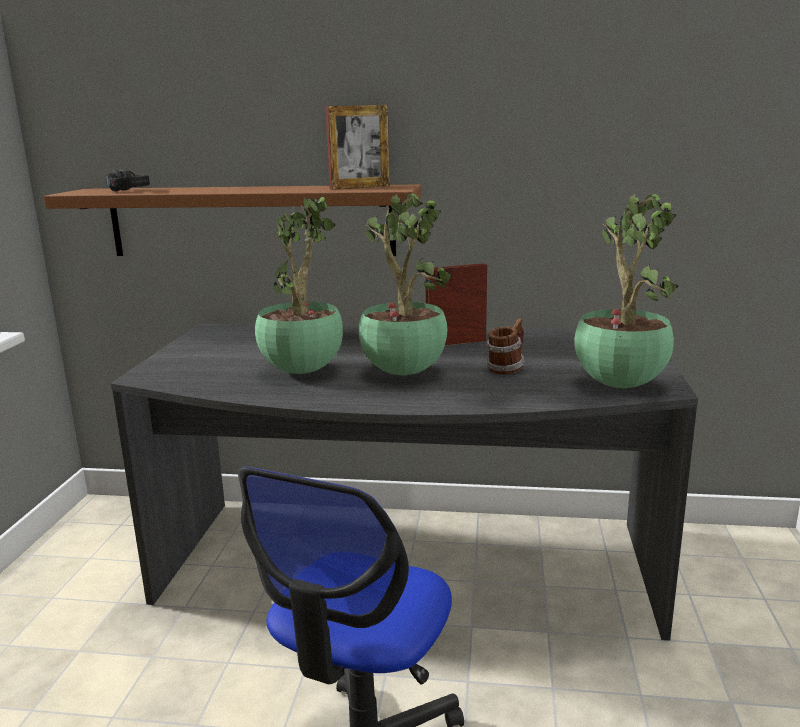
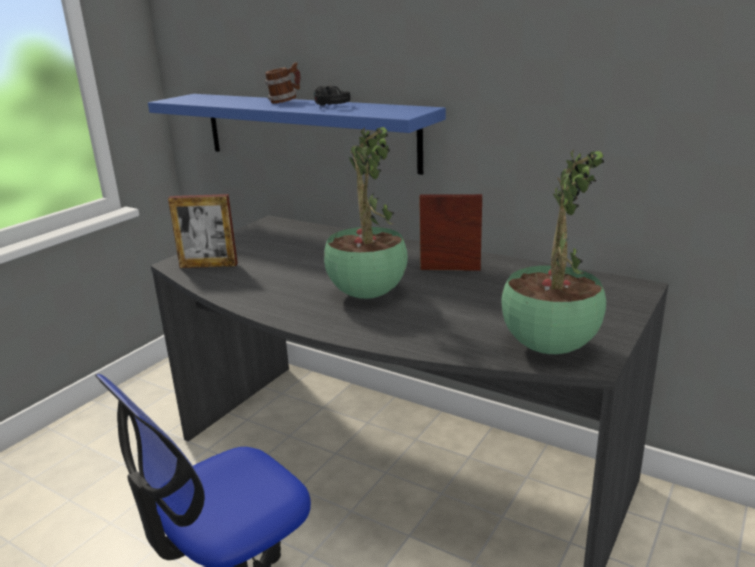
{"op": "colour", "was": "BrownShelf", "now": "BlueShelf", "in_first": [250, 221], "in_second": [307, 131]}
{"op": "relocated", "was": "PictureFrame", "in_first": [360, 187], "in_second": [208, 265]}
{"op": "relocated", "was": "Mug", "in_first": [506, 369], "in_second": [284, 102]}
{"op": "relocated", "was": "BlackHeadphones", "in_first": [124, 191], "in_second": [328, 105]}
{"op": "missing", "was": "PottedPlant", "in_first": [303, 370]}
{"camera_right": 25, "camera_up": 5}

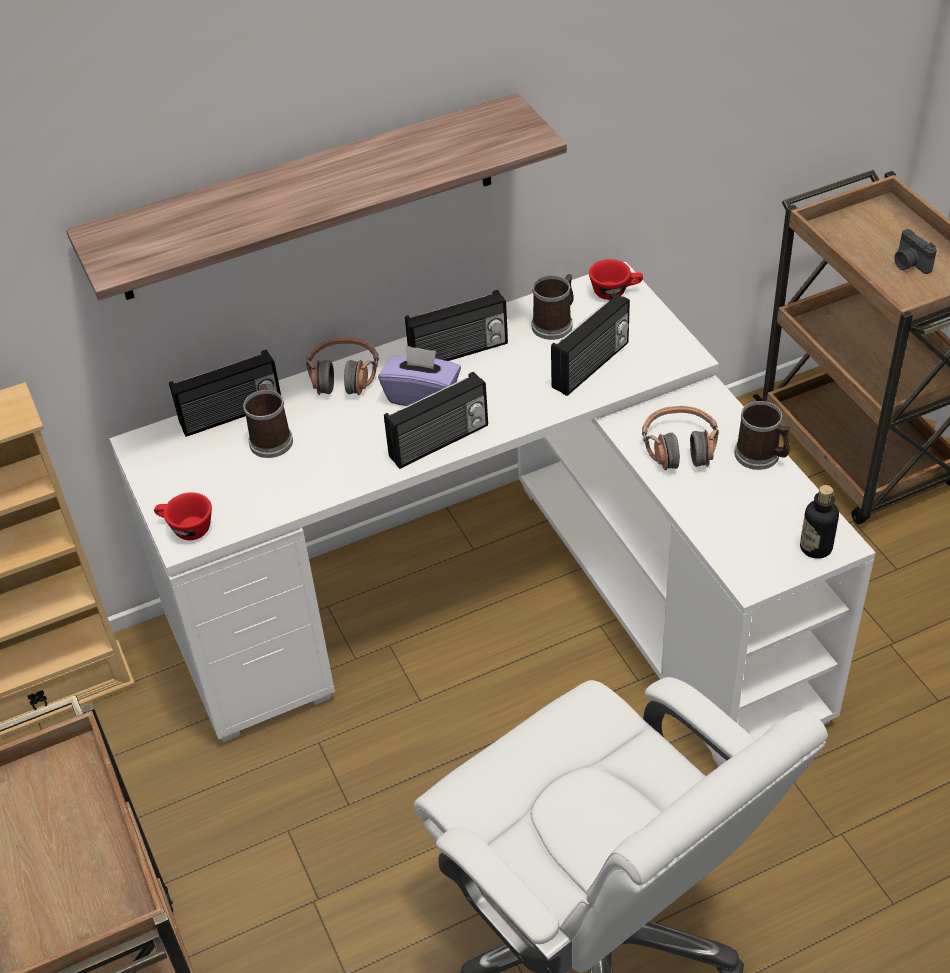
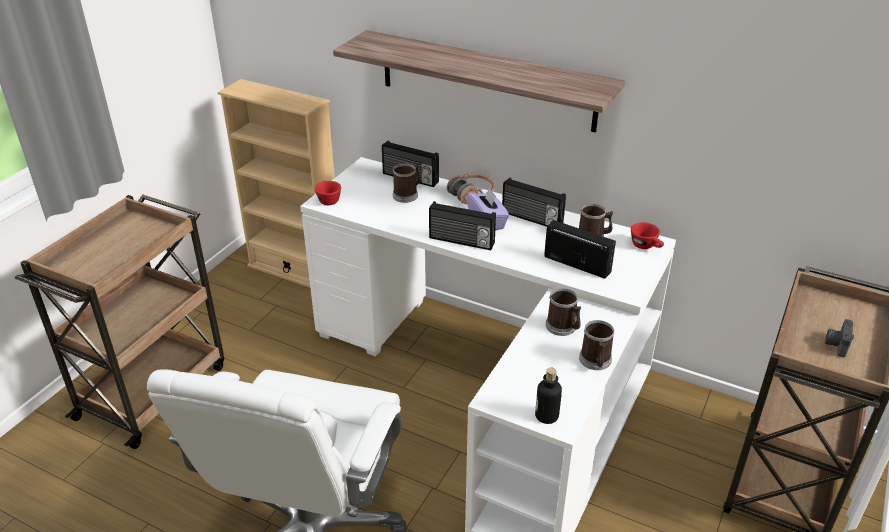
{"op": "spun", "was": "Radio", "in_first": [592, 366], "in_second": [577, 264], "clockwise": -150}
{"op": "exchanged", "was": "Headphones", "now": "Mug", "in_first": [680, 448], "in_second": [563, 327]}
{"camera_right": 50, "camera_up": -10}

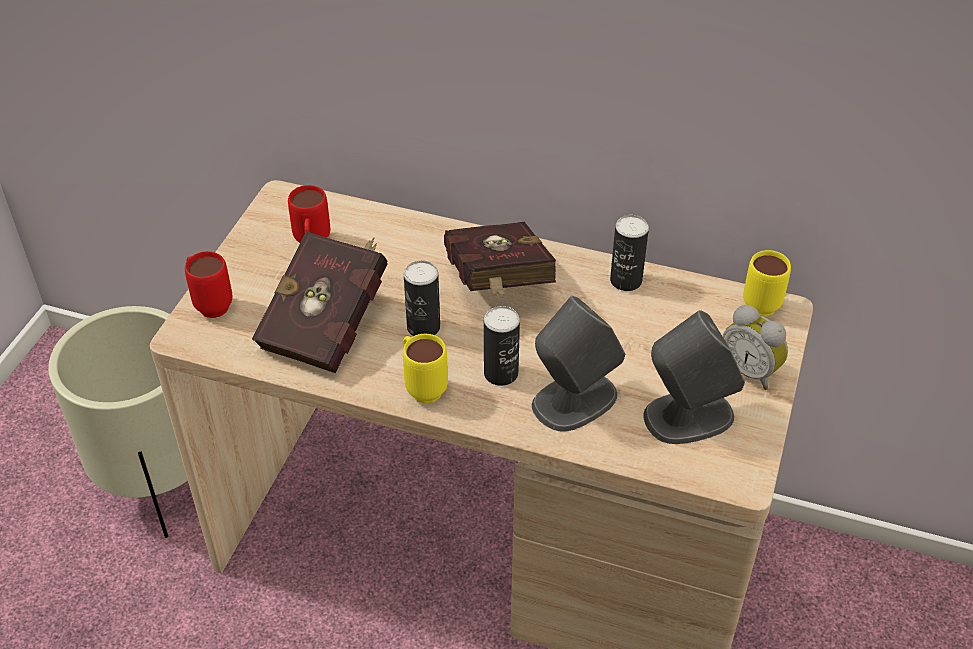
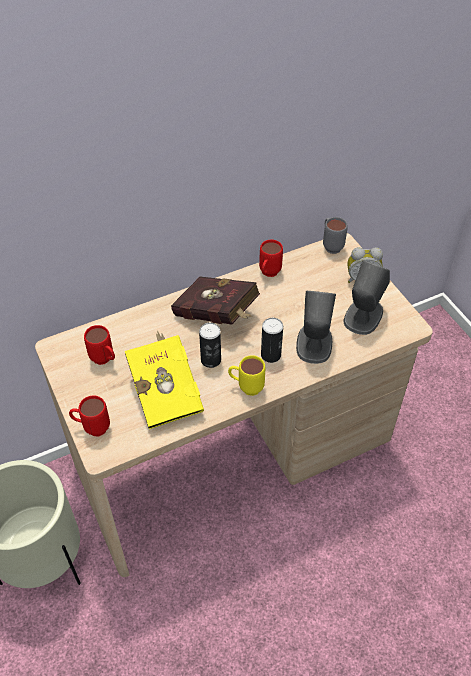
{"op": "colour", "was": "RedBook", "now": "YellowBook", "in_first": [329, 323], "in_second": [165, 391]}
{"op": "exchanged", "was": "Can", "now": "RedMug", "in_first": [626, 280], "in_second": [268, 274]}
{"op": "colour", "was": "YellowMug", "now": "GreyMug", "in_first": [763, 302], "in_second": [331, 245]}
{"camera_right": -45, "camera_up": 5}

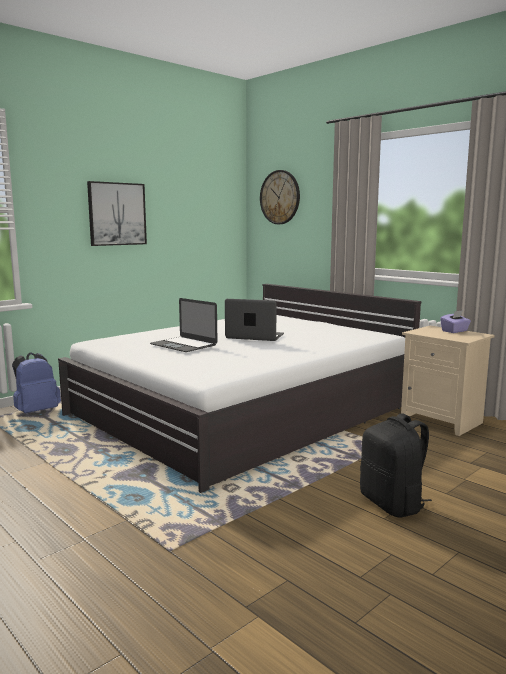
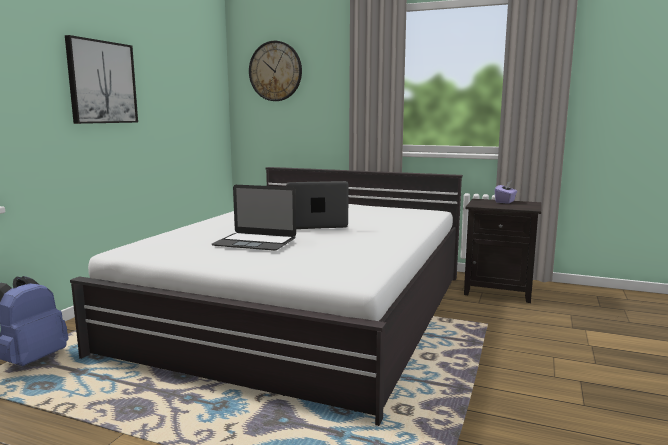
{"op": "colour", "was": "BeigeNightstand", "now": "BlackNightstand", "in_first": [443, 421], "in_second": [499, 290]}
{"op": "missing", "was": "BlackBackpack", "in_first": [393, 504]}
{"camera_right": -25, "camera_up": 0}

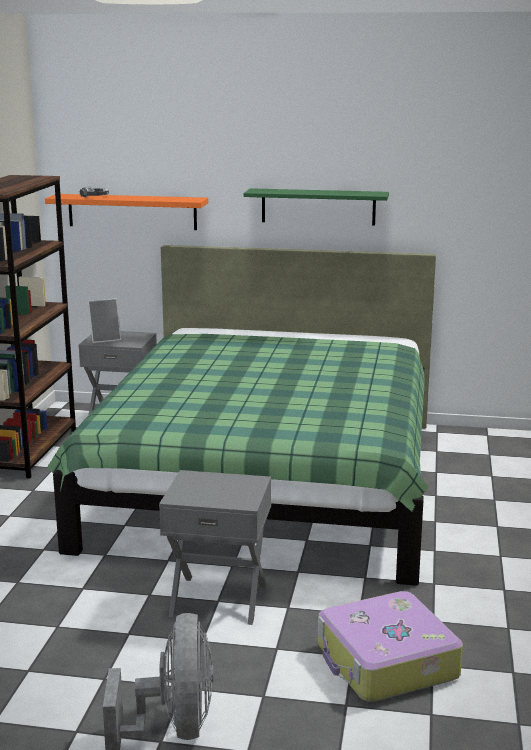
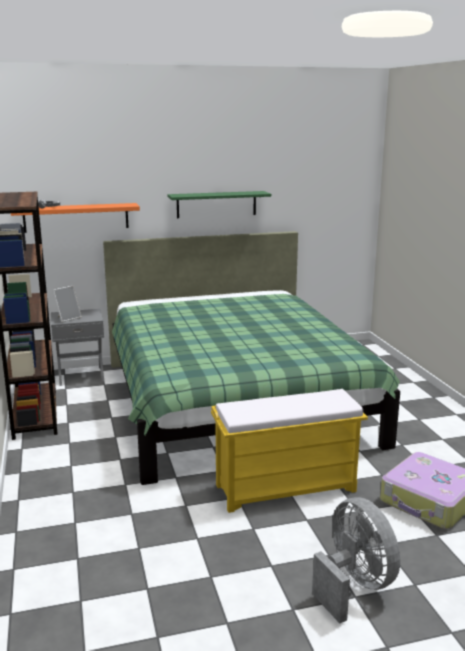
{"op": "exchanged", "was": "GreyNightstand", "now": "YellowBench", "in_first": [219, 598], "in_second": [286, 488]}
{"camera_right": -25, "camera_up": 0}

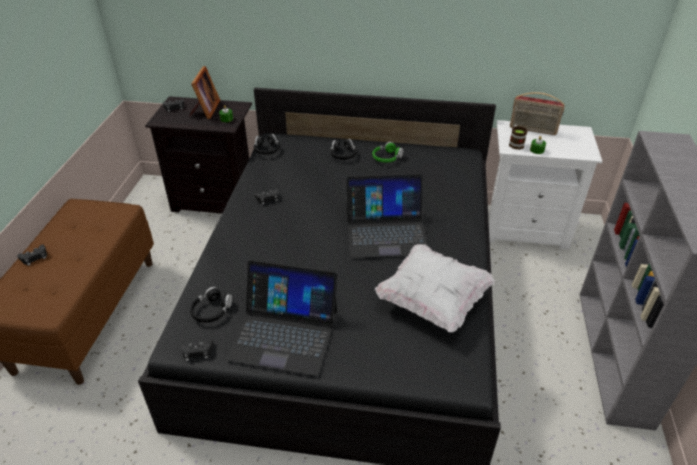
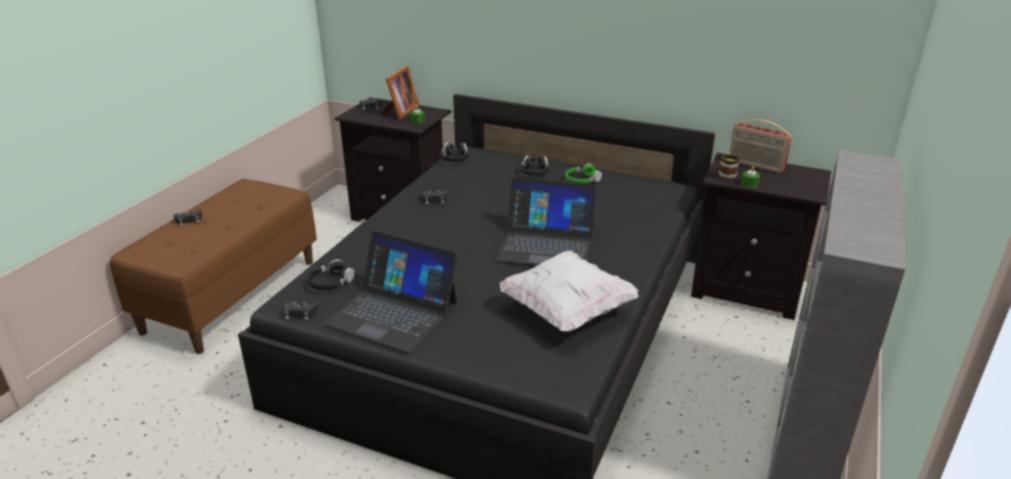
{"op": "colour", "was": "WhiteNightstand", "now": "BlackNightstand", "in_first": [525, 228], "in_second": [747, 290]}
{"camera_right": 15, "camera_up": -10}

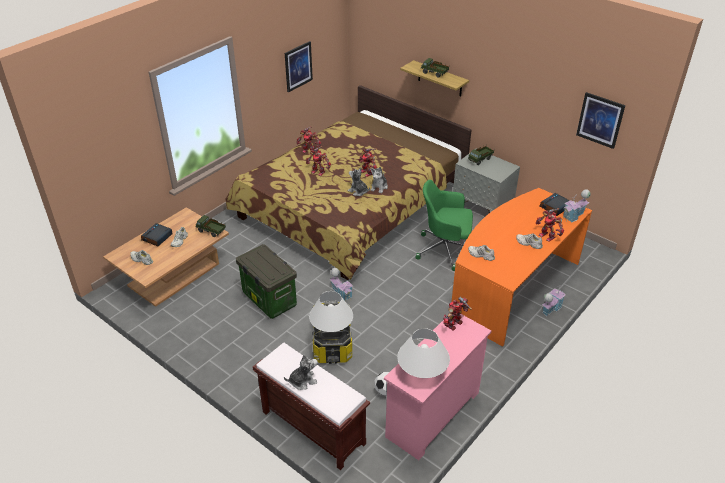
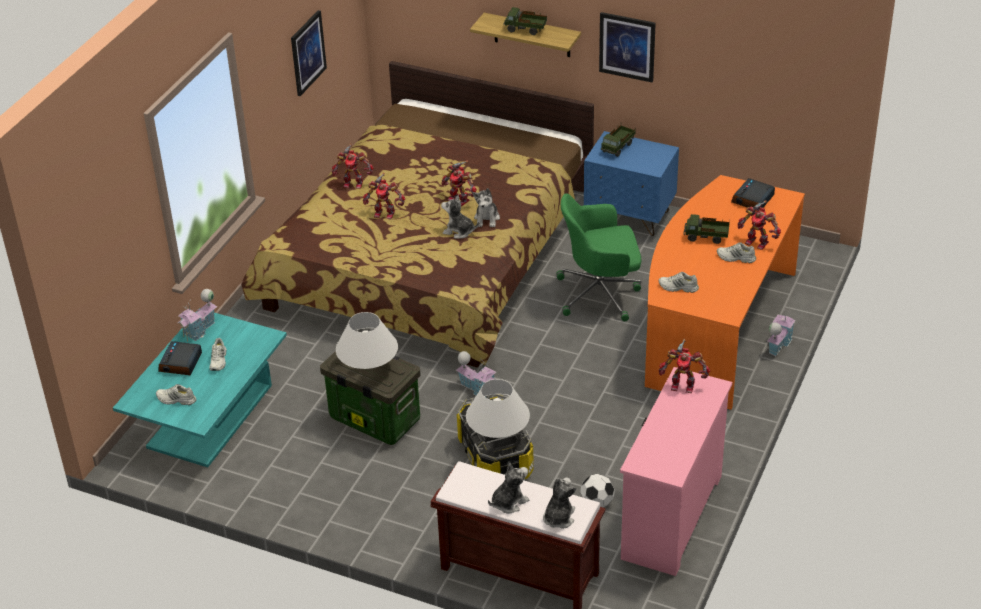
{"op": "colour", "was": "BrownCoffeeTable", "now": "TurquoiseCoffeeTable", "in_first": [174, 275], "in_second": [210, 416]}
{"op": "relocated", "was": "ToyHouse", "in_first": [574, 216], "in_second": [200, 329]}
{"op": "relocated", "was": "WhiteTableLamp", "in_first": [422, 372], "in_second": [368, 367]}
{"op": "appeared", "now": "PlushToy", "in_second": [558, 517]}
{"op": "colour", "was": "GreyNightstand", "now": "BlueNightstand", "in_first": [482, 206], "in_second": [630, 217]}
{"op": "relocated", "was": "Picture", "in_first": [600, 120], "in_second": [627, 46]}
{"op": "spun", "was": "ToyRobot", "in_first": [454, 324], "in_second": [682, 385], "clockwise": -105}
{"op": "relocated", "was": "ToyTruck", "in_first": [211, 231], "in_second": [706, 237]}
{"camera_right": -15, "camera_up": 0}

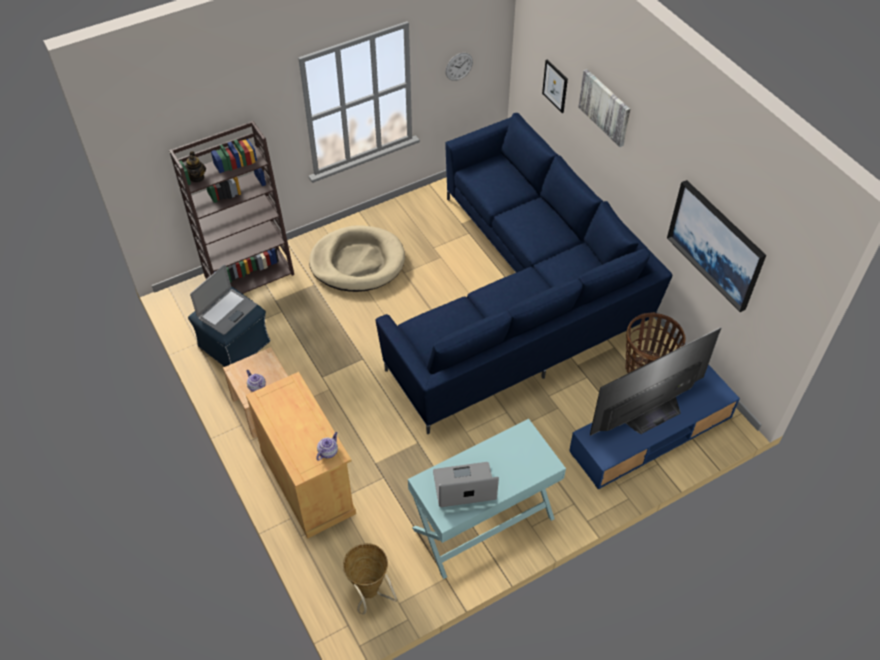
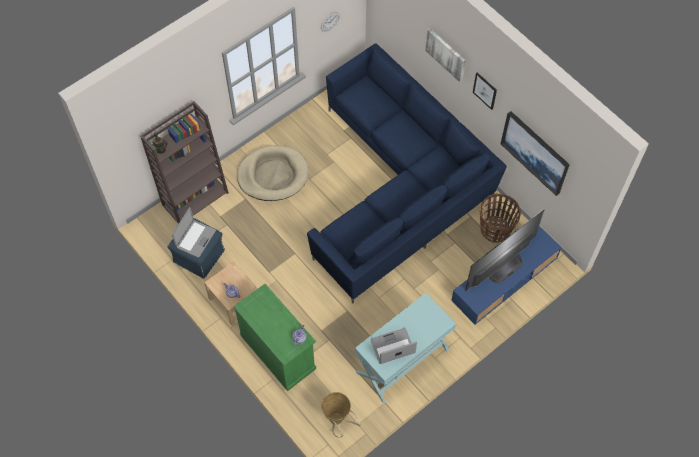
{"op": "colour", "was": "BeigeCabinet", "now": "GreenCabinet", "in_first": [308, 482], "in_second": [278, 351]}
{"op": "relocated", "was": "Picture", "in_first": [555, 86], "in_second": [485, 90]}
{"camera_right": -10, "camera_up": 10}

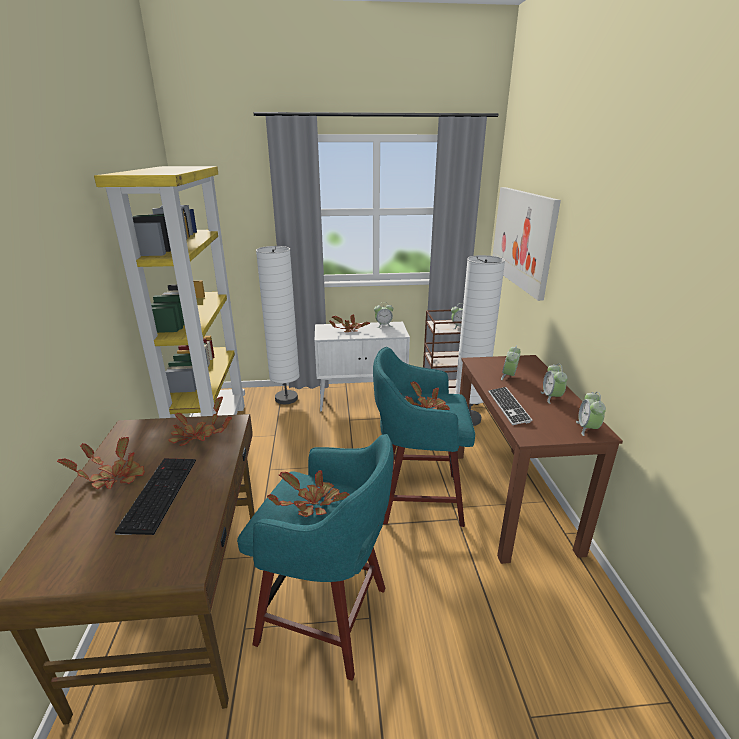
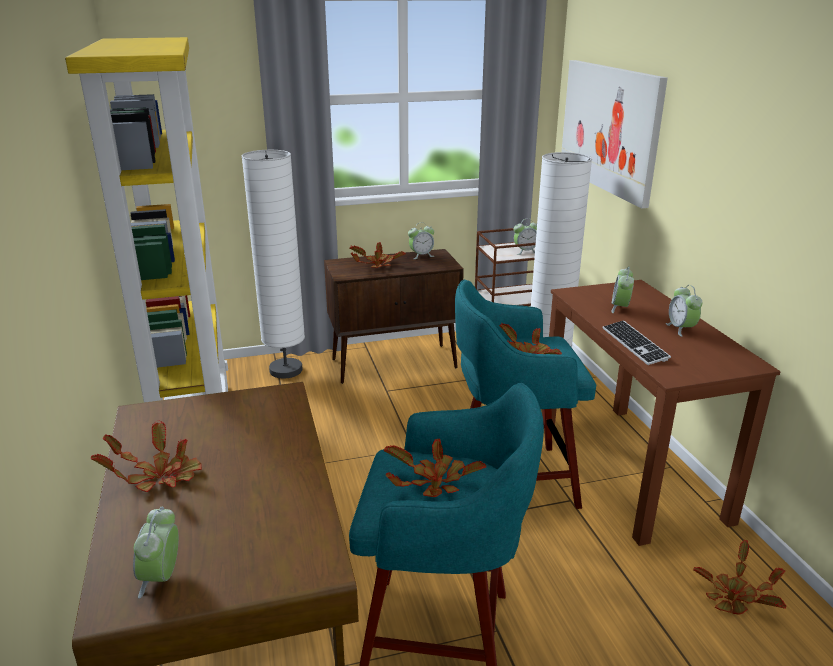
{"op": "relocated", "was": "AlarmClock", "in_first": [587, 429], "in_second": [162, 577]}
{"op": "colour", "was": "WhiteCabinet", "now": "BrownCabinet", "in_first": [362, 400], "in_second": [395, 363]}
{"op": "relocated", "was": "PottedPlant", "in_first": [197, 437], "in_second": [735, 596]}
{"op": "missing", "was": "Keyboard", "in_first": [158, 493]}
{"camera_right": -10, "camera_up": 0}

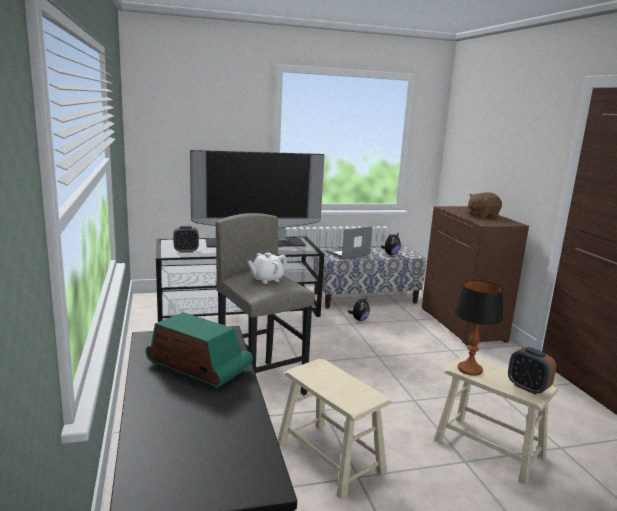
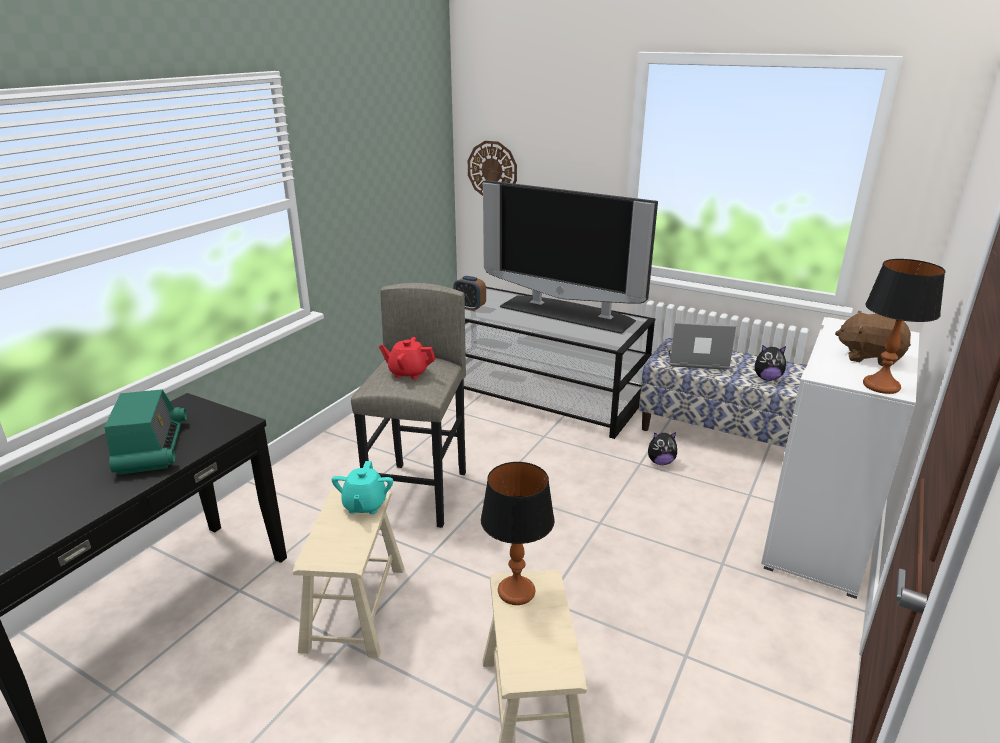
{"op": "appeared", "now": "TurquoiseTeapot", "in_second": [364, 505]}
{"op": "colour", "was": "WhiteTeapot", "now": "RedTeapot", "in_first": [266, 279], "in_second": [408, 373]}
{"op": "appeared", "now": "WallClock", "in_second": [492, 170]}
{"op": "colour", "was": "BrownCabinet", "now": "WhiteCabinet", "in_first": [463, 324], "in_second": [820, 535]}
{"op": "appeared", "now": "TableLamp", "in_second": [881, 385]}
{"op": "missing", "was": "AlarmClock", "in_first": [528, 387]}
{"camera_right": 45, "camera_up": 10}

